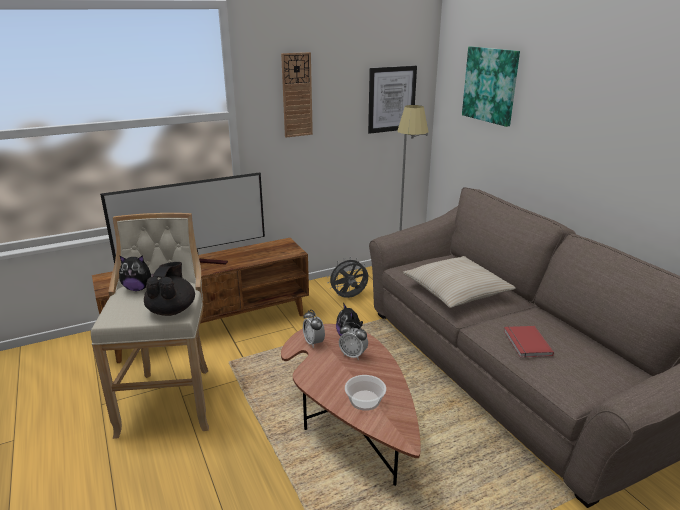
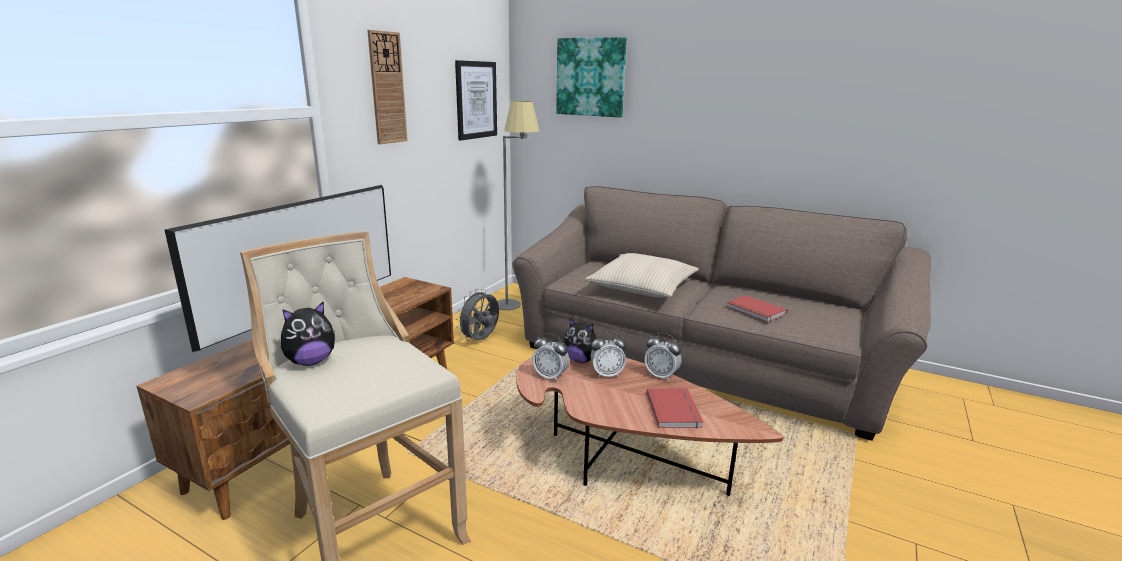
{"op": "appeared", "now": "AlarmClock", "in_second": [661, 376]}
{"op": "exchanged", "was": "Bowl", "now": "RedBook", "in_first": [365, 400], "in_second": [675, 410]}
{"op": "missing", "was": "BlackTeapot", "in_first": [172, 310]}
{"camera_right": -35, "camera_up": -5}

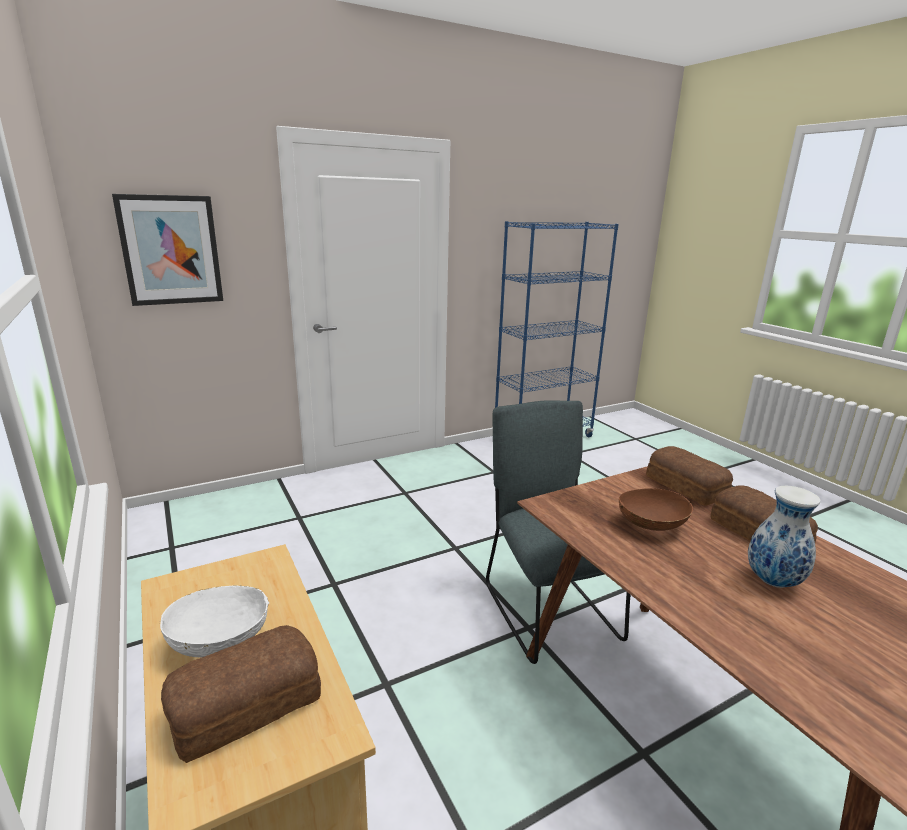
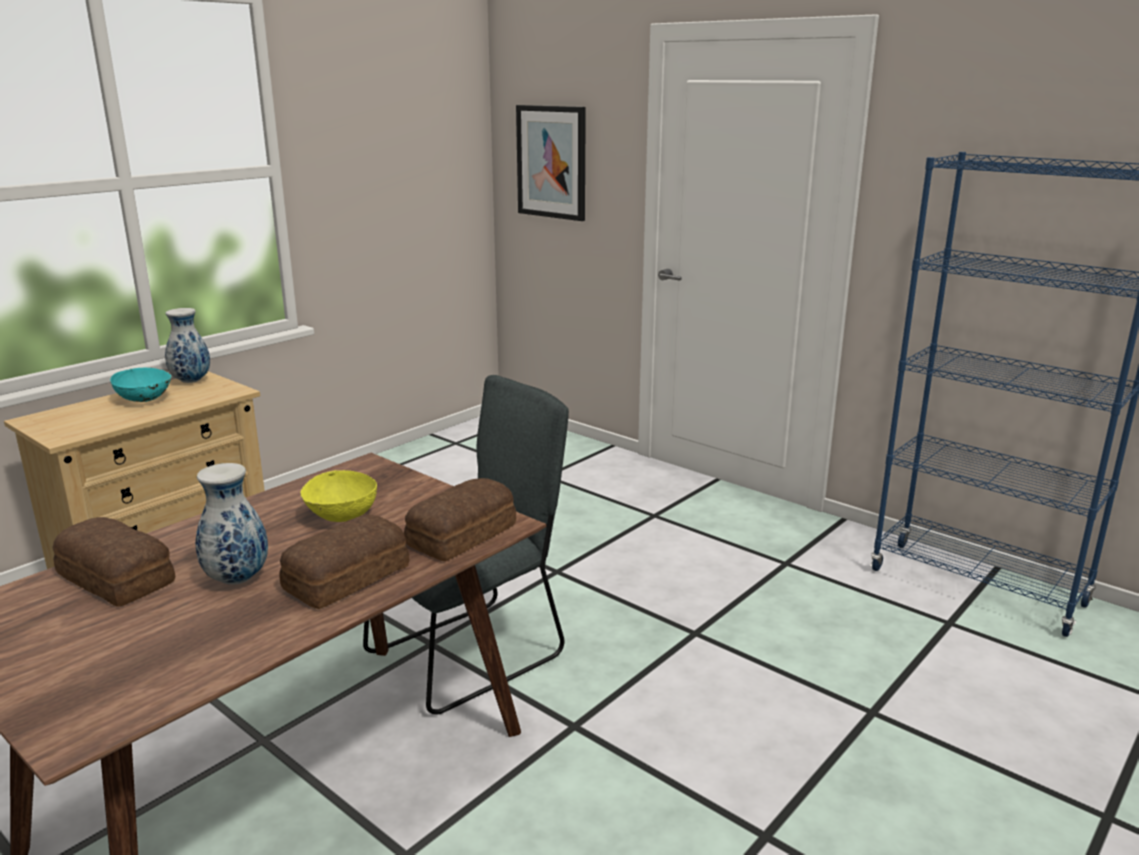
{"op": "relocated", "was": "Bread", "in_first": [243, 704], "in_second": [117, 577]}
{"op": "colour", "was": "WhiteBowl", "now": "TurquoiseBowl", "in_first": [220, 640], "in_second": [145, 399]}
{"op": "appeared", "now": "Vase", "in_second": [191, 381]}
{"op": "colour", "was": "BrownBowl", "now": "YellowBowl", "in_first": [651, 526], "in_second": [341, 515]}
{"camera_right": 70, "camera_up": 0}

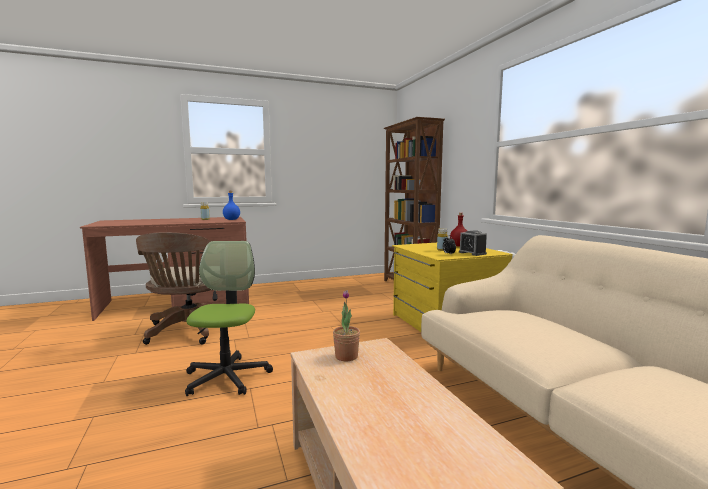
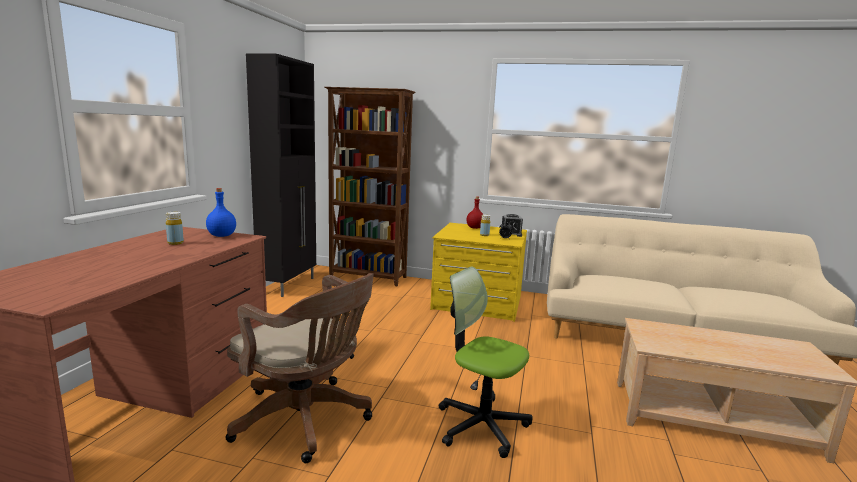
{"op": "appeared", "now": "BlackCabinet", "in_second": [288, 285]}
{"op": "missing", "was": "PottedPlant", "in_first": [346, 356]}
{"camera_right": -55, "camera_up": 5}

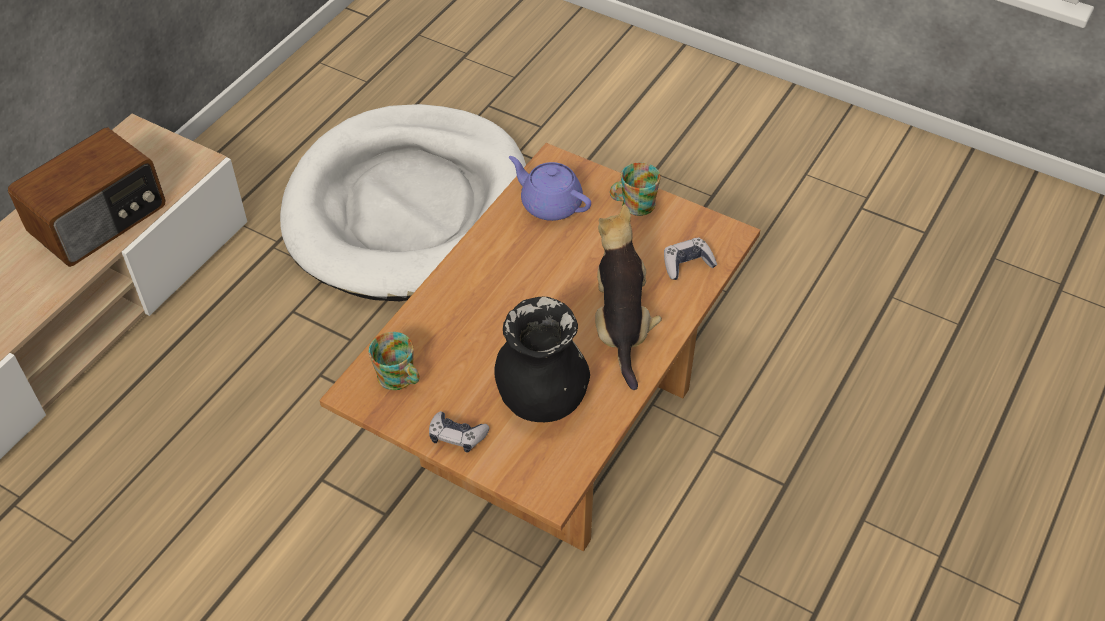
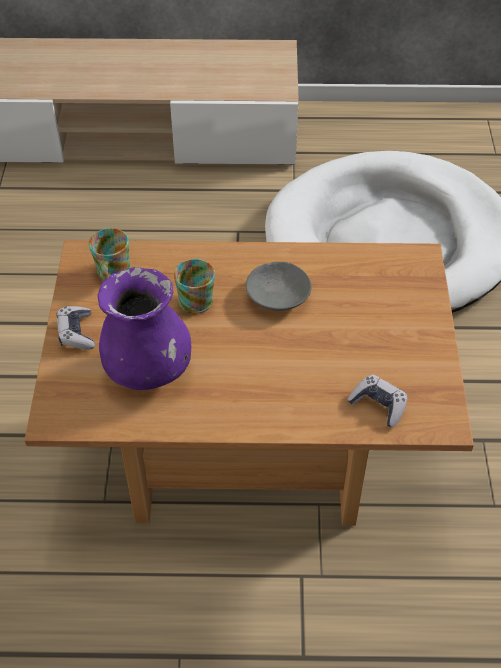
{"op": "colour", "was": "BlackVase", "now": "PurpleVase", "in_first": [541, 398], "in_second": [148, 368]}
{"op": "relocated", "was": "Mug", "in_first": [633, 204], "in_second": [193, 298]}
{"op": "appeared", "now": "GreyBowl", "in_second": [278, 295]}
{"op": "missing", "was": "Radio", "in_first": [100, 220]}
{"op": "missing", "was": "PurpleTeapot", "in_first": [550, 204]}
{"op": "missing", "was": "PlushToy", "in_first": [621, 326]}
{"camera_right": 60, "camera_up": 0}

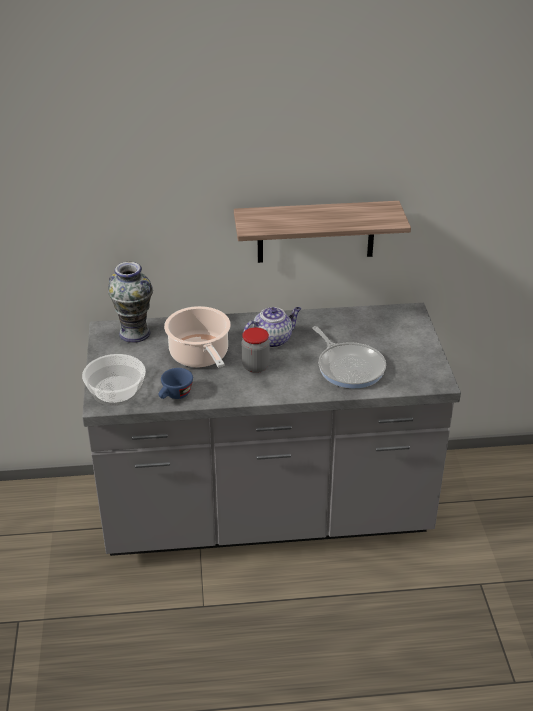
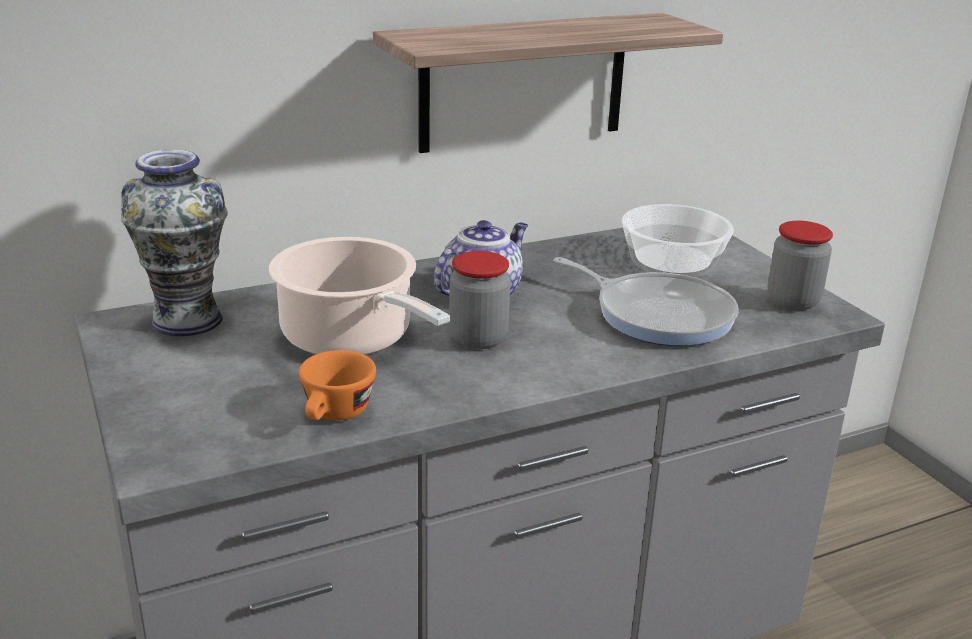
{"op": "colour", "was": "BlueCup", "now": "OrangeCup", "in_first": [175, 396], "in_second": [335, 416]}
{"op": "relocated", "was": "Bowl", "in_first": [116, 390], "in_second": [672, 260]}
{"op": "appeared", "now": "Jar", "in_second": [792, 301]}
{"camera_right": -20, "camera_up": -10}

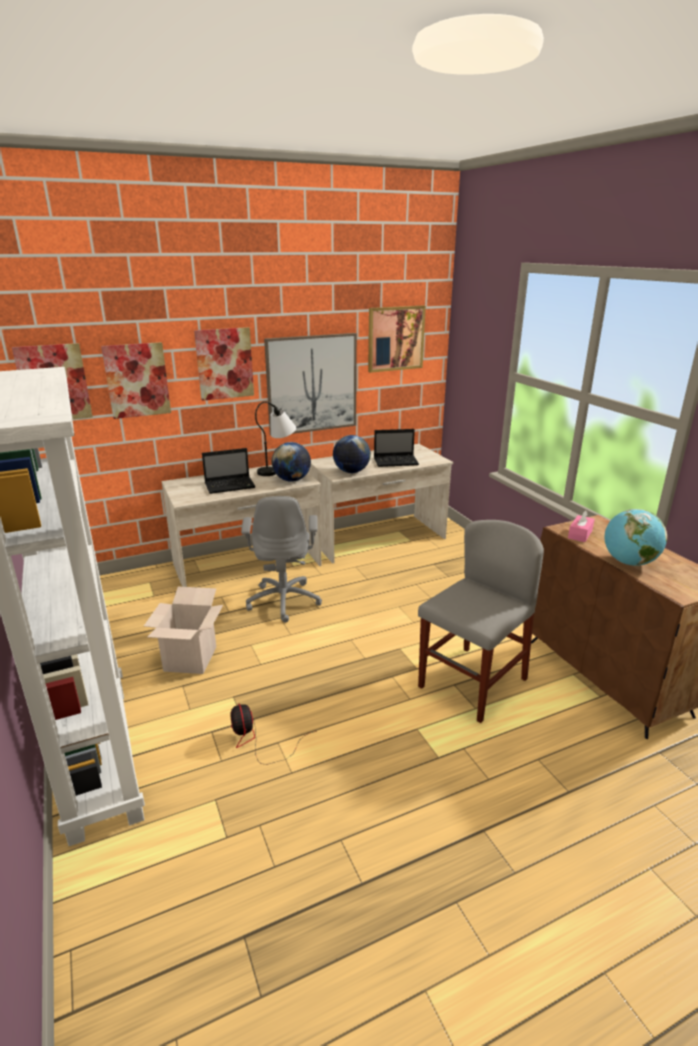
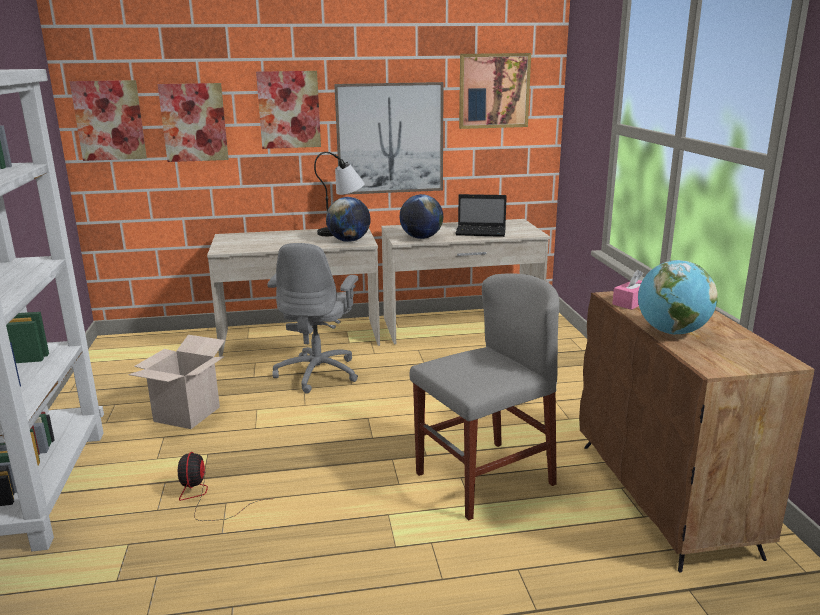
{"op": "missing", "was": "Laptop", "in_first": [231, 486]}
{"camera_right": 15, "camera_up": -5}

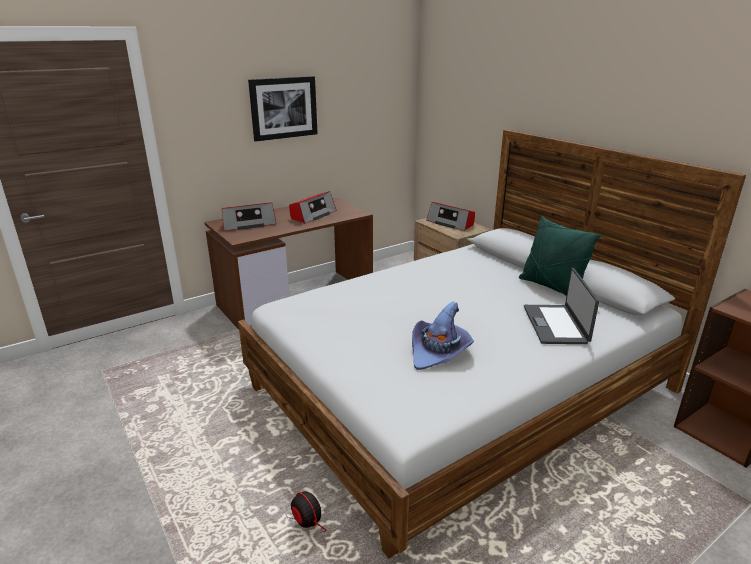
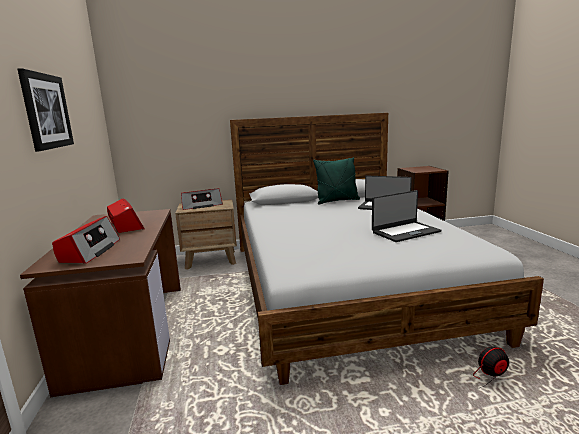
{"op": "exchanged", "was": "PurpleHat", "now": "Laptop", "in_first": [439, 351], "in_second": [405, 232]}
{"camera_right": -65, "camera_up": -10}

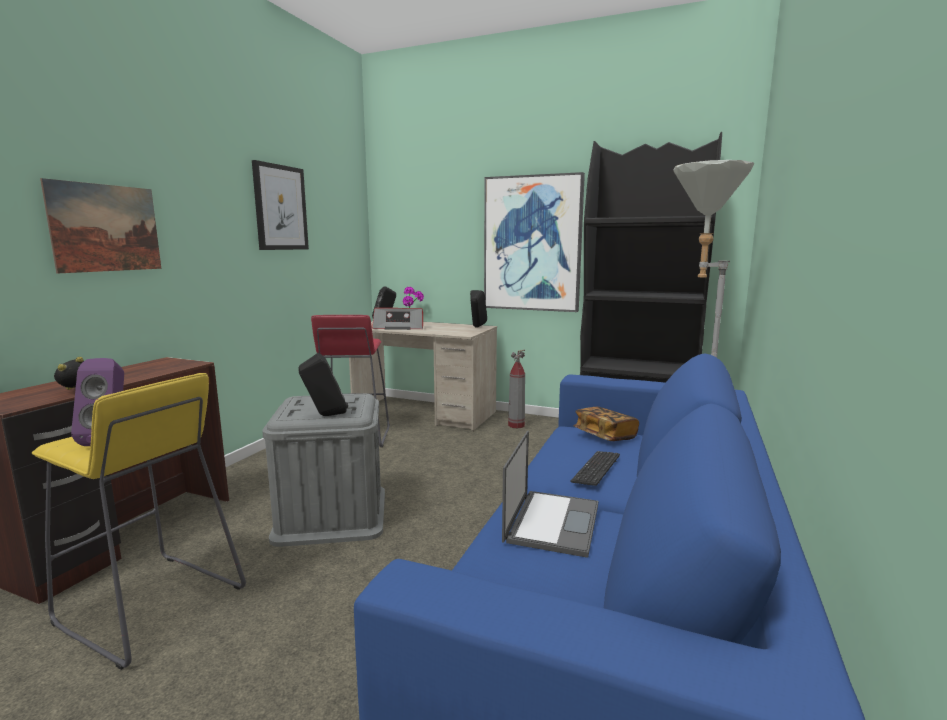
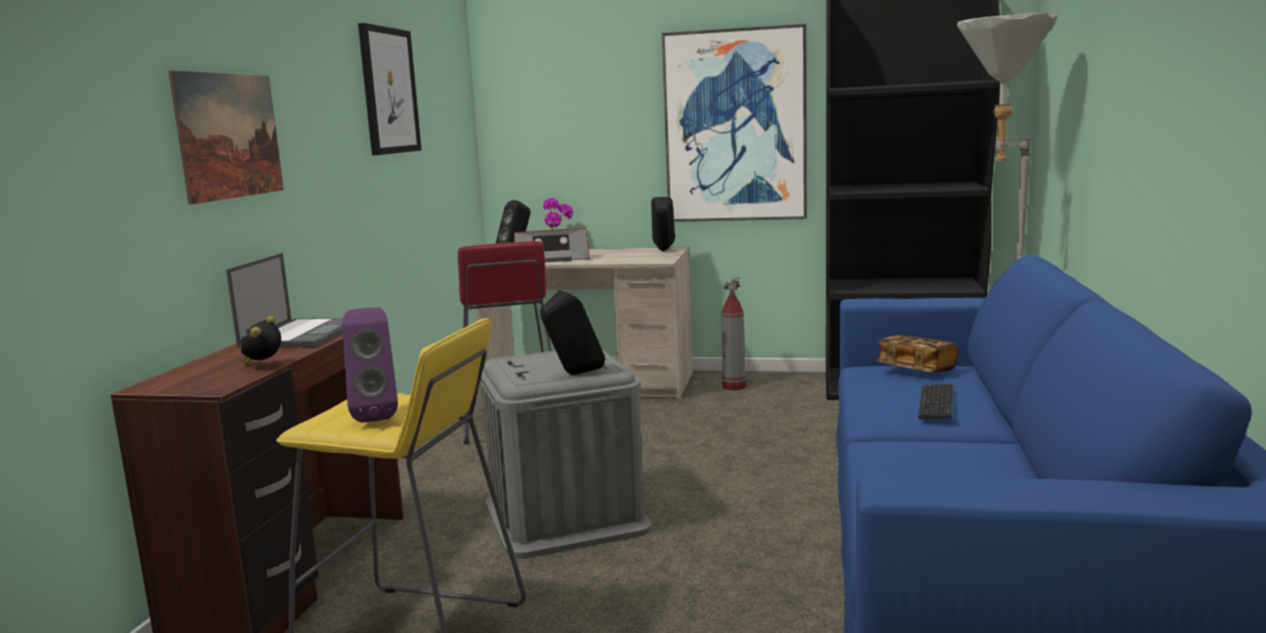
{"op": "relocated", "was": "Laptop", "in_first": [552, 521], "in_second": [302, 334]}
{"camera_right": -10, "camera_up": 0}

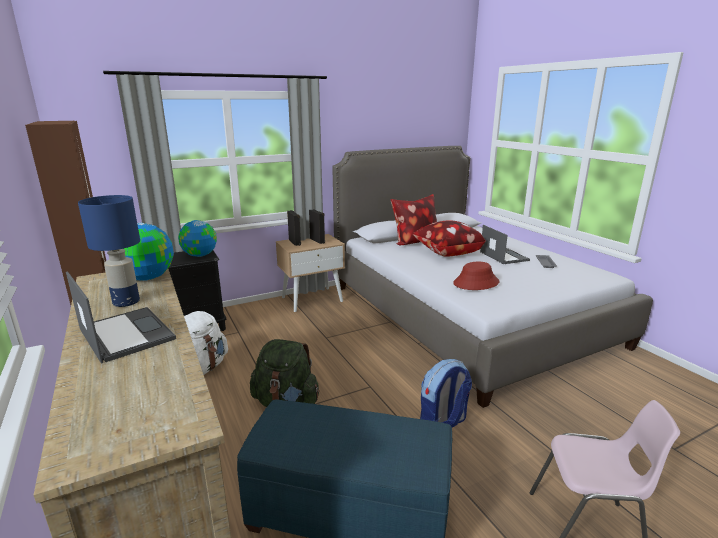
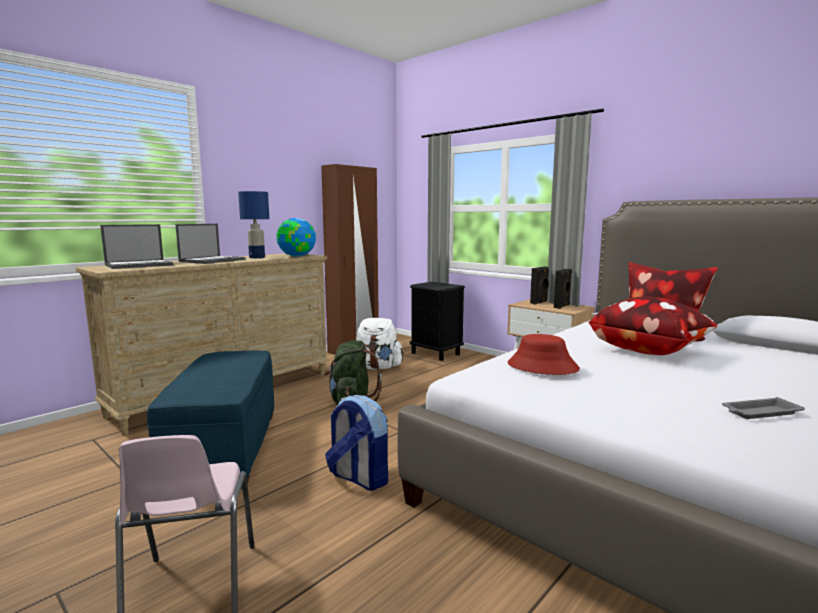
{"op": "relocated", "was": "Laptop", "in_first": [503, 256], "in_second": [140, 265]}
{"op": "missing", "was": "Globe", "in_first": [199, 255]}
{"camera_right": 70, "camera_up": -10}

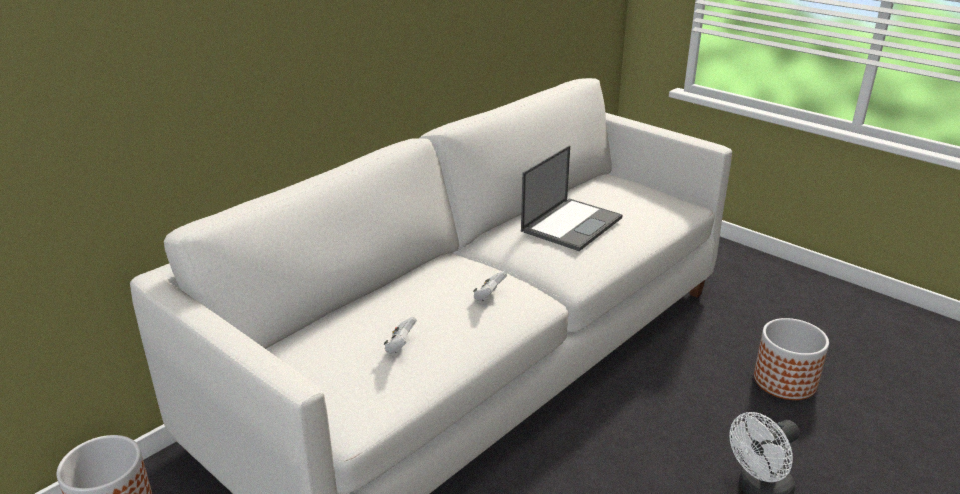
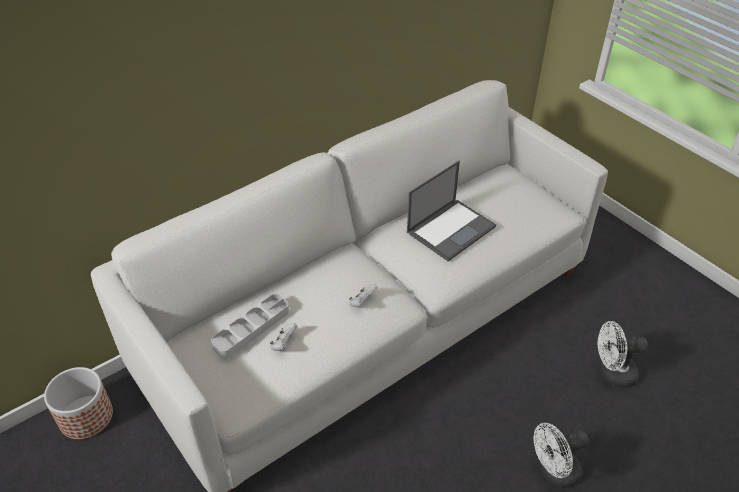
{"op": "appeared", "now": "GreyTray", "in_second": [251, 328]}
{"op": "exchanged", "was": "Planter", "now": "WhiteFan", "in_first": [785, 381], "in_second": [612, 374]}
{"camera_right": 10, "camera_up": 15}

